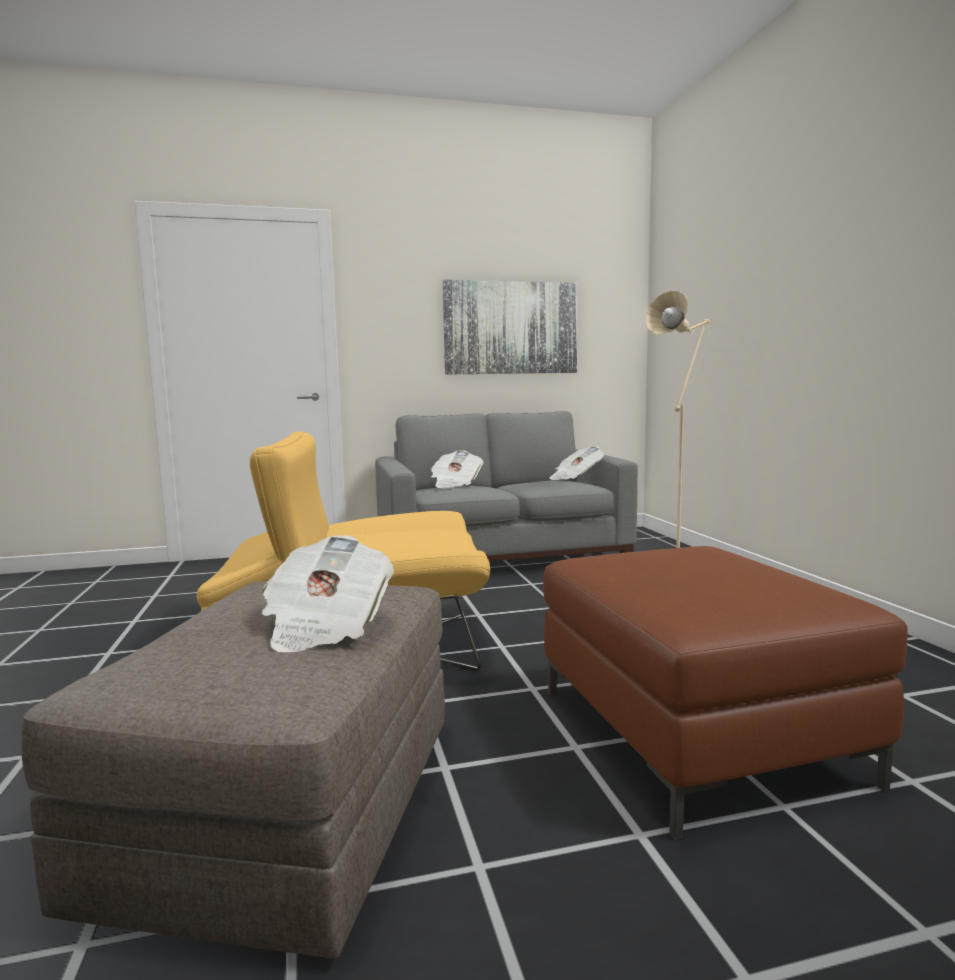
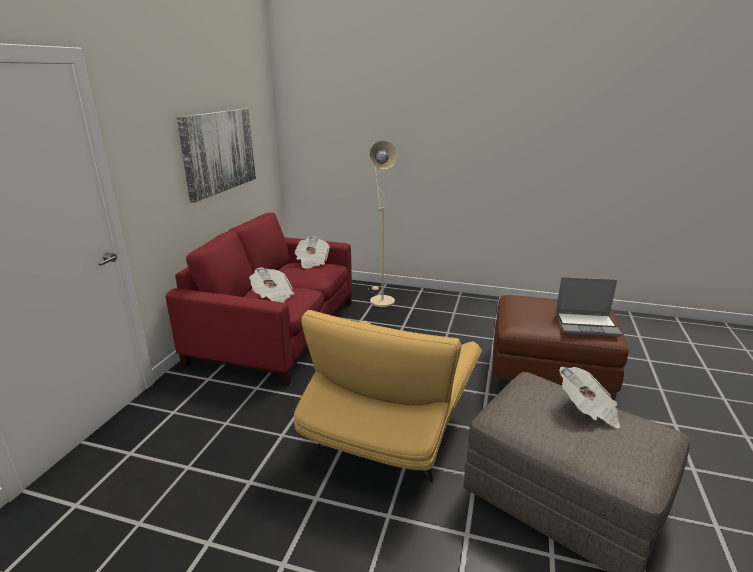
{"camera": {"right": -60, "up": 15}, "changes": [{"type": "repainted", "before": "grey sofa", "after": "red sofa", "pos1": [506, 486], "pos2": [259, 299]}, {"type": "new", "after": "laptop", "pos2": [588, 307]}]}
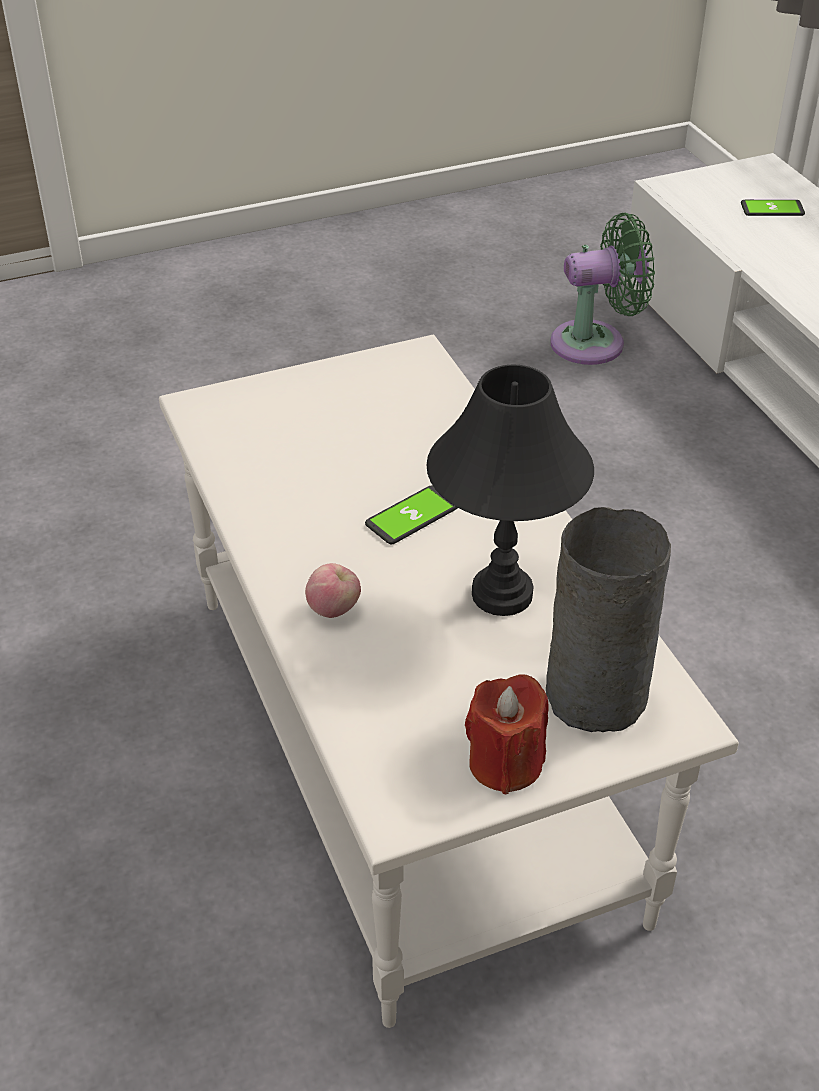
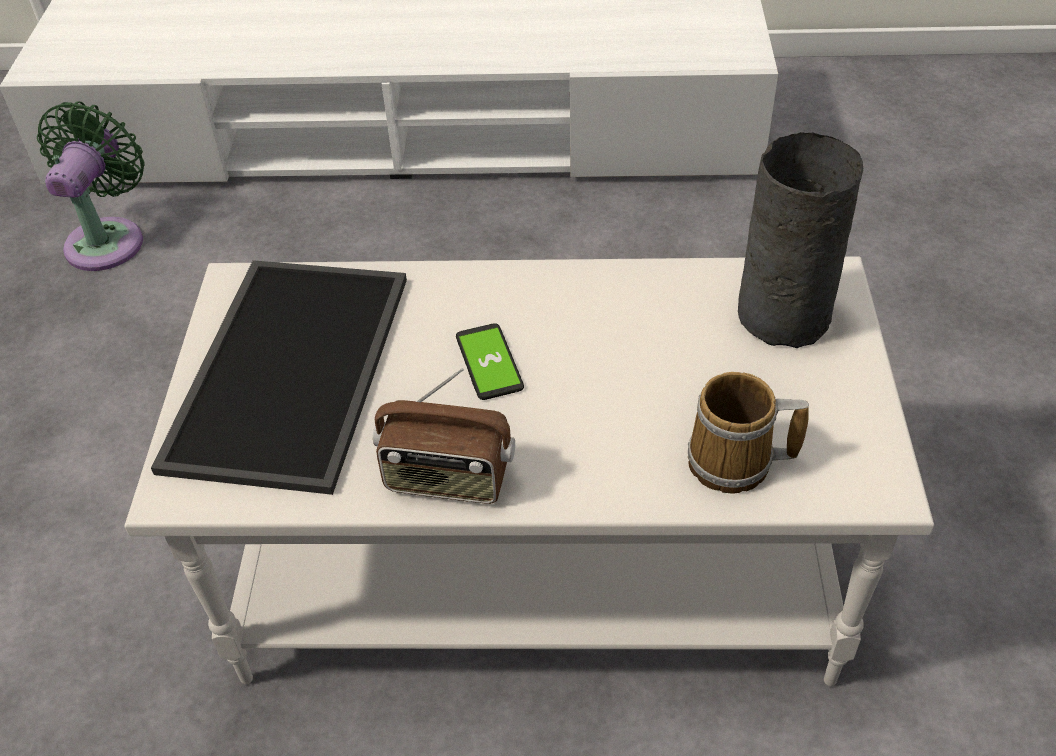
{"camera": {"right": -65, "up": 5}, "changes": [{"type": "gone", "before": "apple", "pos1": [333, 590]}, {"type": "gone", "before": "black table lamp", "pos1": [510, 490]}, {"type": "gone", "before": "red candle", "pos1": [507, 734]}, {"type": "gone", "before": "phone", "pos1": [773, 208]}, {"type": "new", "after": "tray", "pos2": [279, 377]}, {"type": "new", "after": "radio", "pos2": [444, 436]}, {"type": "new", "after": "mug", "pos2": [748, 433]}]}
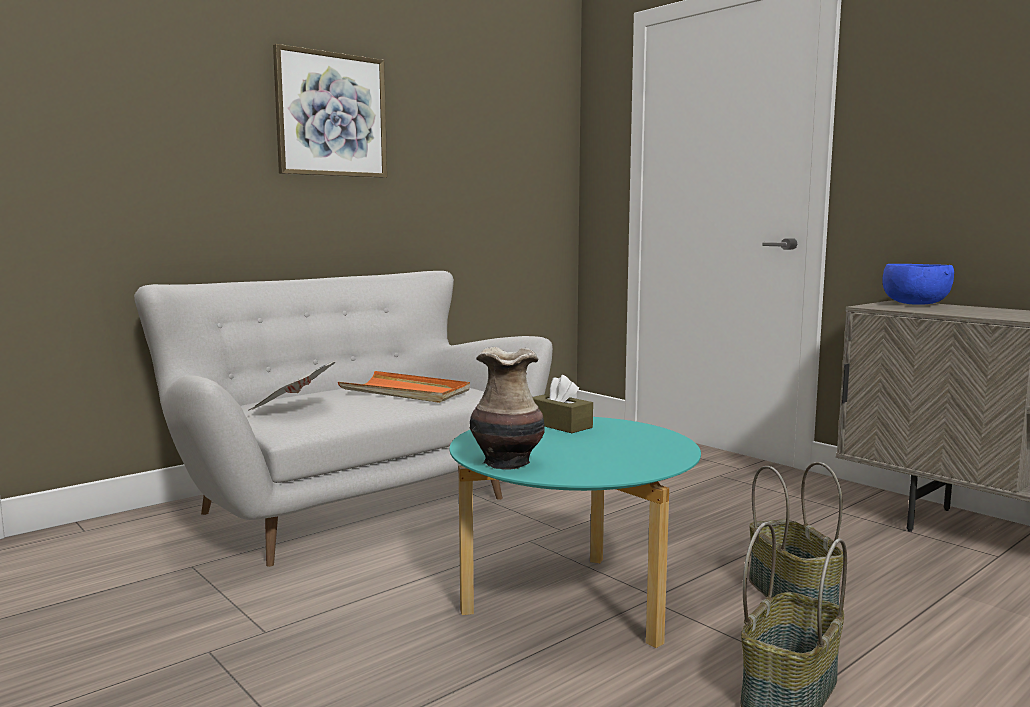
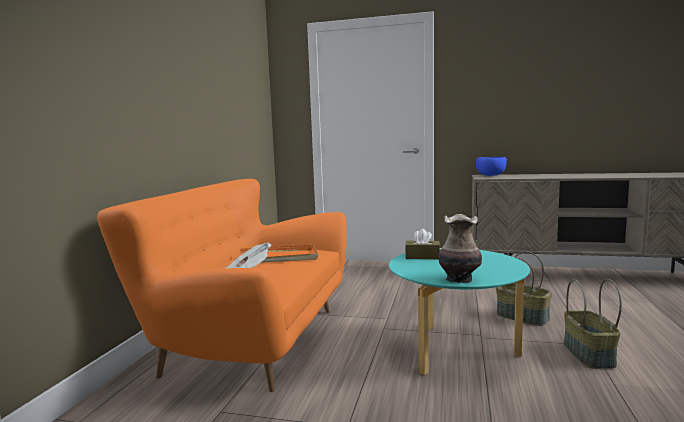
{"camera": {"right": -35, "up": 0}, "changes": [{"type": "repainted", "before": "white sofa", "after": "orange sofa", "pos1": [343, 419], "pos2": [222, 285]}, {"type": "gone", "before": "picture", "pos1": [330, 111]}]}
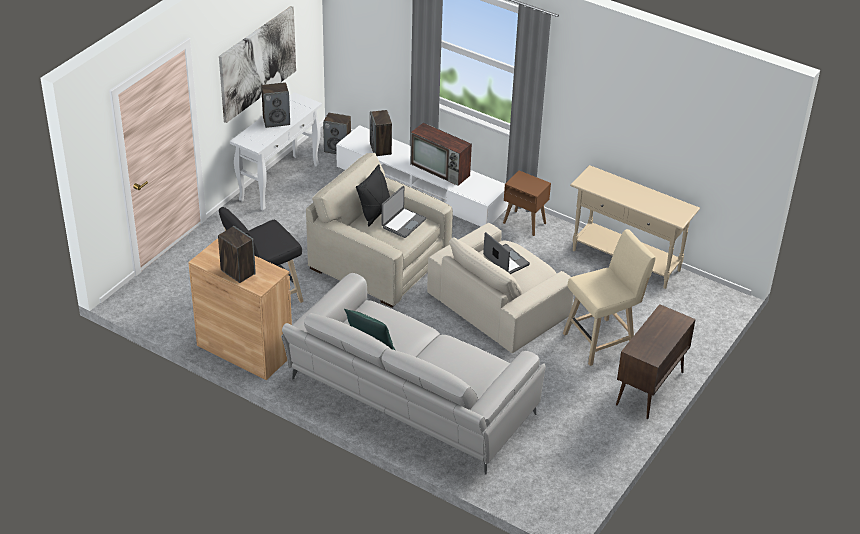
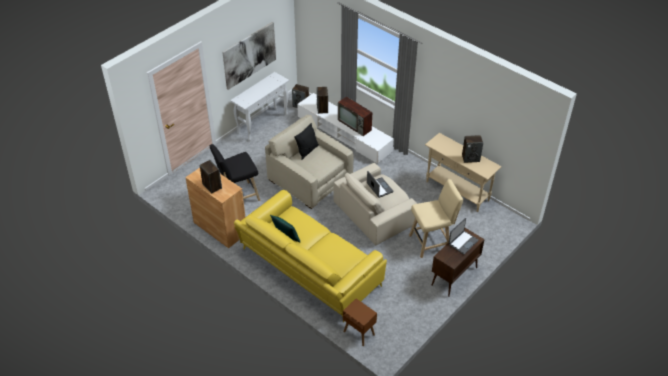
{"camera": {"right": 10, "up": 5}, "changes": [{"type": "shifted", "before": "speaker", "pos1": [275, 105], "pos2": [472, 149]}, {"type": "repainted", "before": "grey sofa", "after": "yellow sofa", "pos1": [413, 373], "pos2": [310, 256]}, {"type": "shifted", "before": "laptop", "pos1": [404, 212], "pos2": [464, 236]}, {"type": "shifted", "before": "brown side table", "pos1": [527, 203], "pos2": [360, 322]}]}
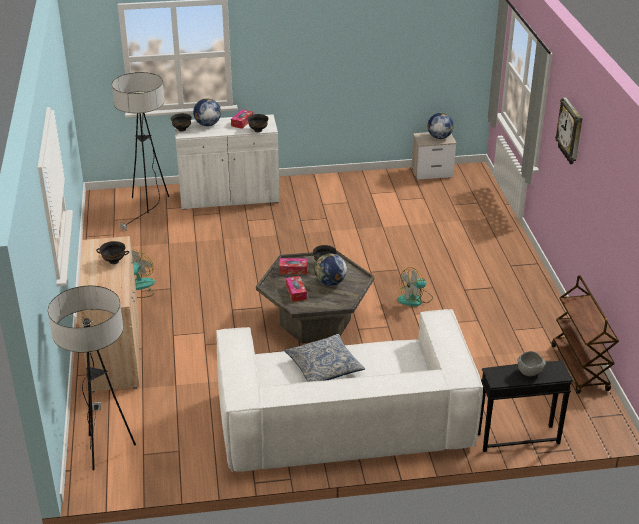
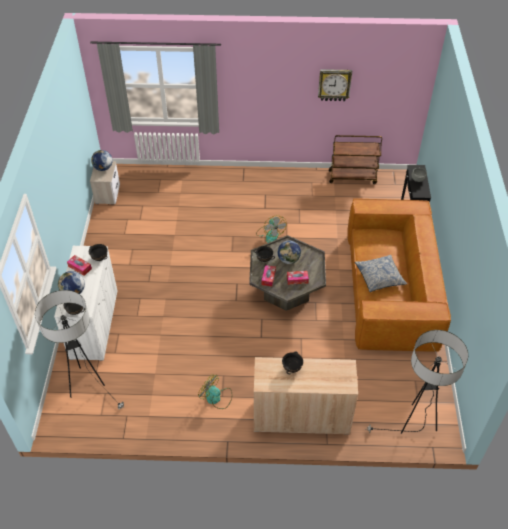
{"camera": {"right": -80, "up": 15}, "changes": [{"type": "repainted", "before": "white sofa", "after": "brown sofa", "pos1": [349, 390], "pos2": [399, 275]}, {"type": "shifted", "before": "wall clock", "pos1": [569, 130], "pos2": [335, 85]}]}
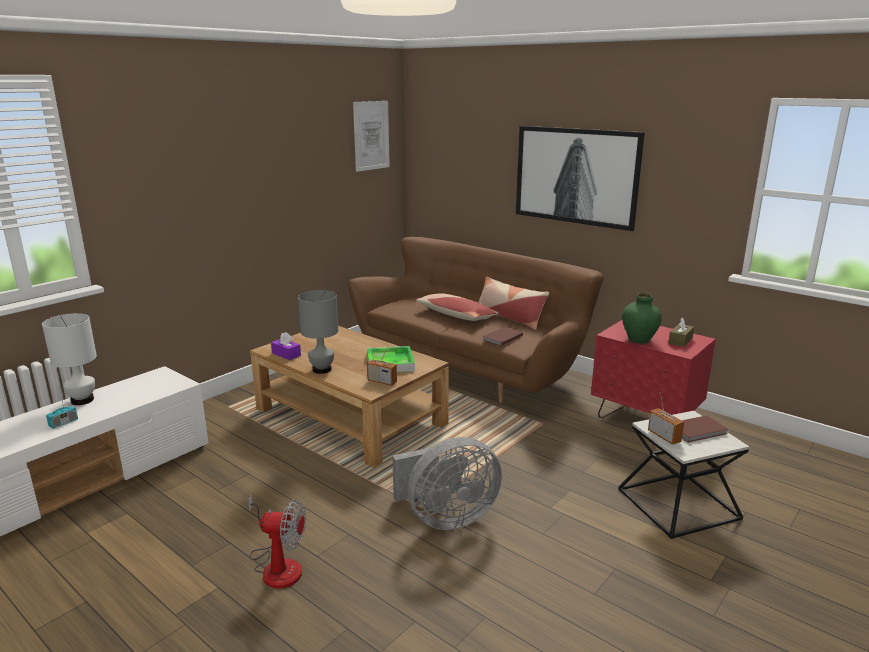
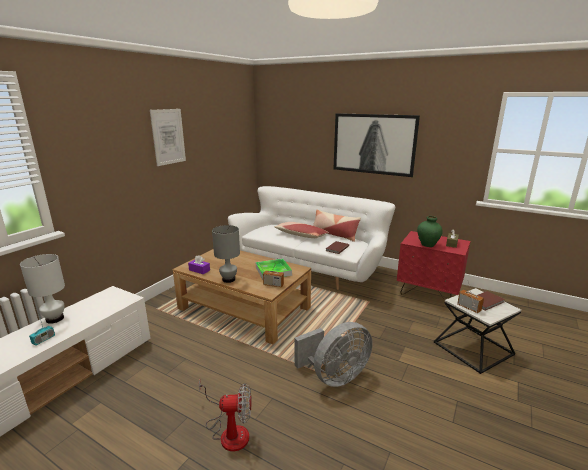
{"camera": {"right": -10, "up": 0}, "changes": [{"type": "repainted", "before": "brown sofa", "after": "white sofa", "pos1": [476, 320], "pos2": [312, 238]}, {"type": "shifted", "before": "picture", "pos1": [371, 136], "pos2": [168, 137]}]}
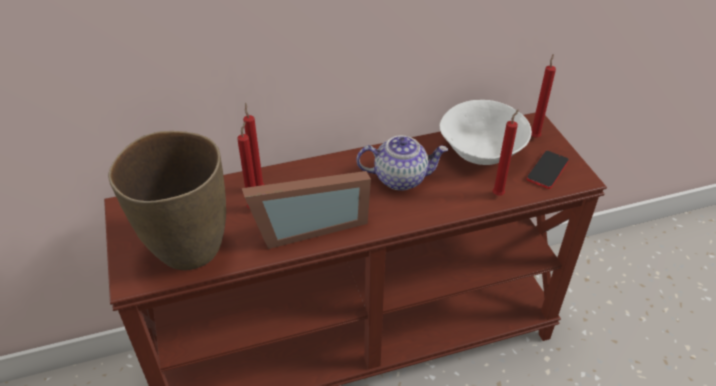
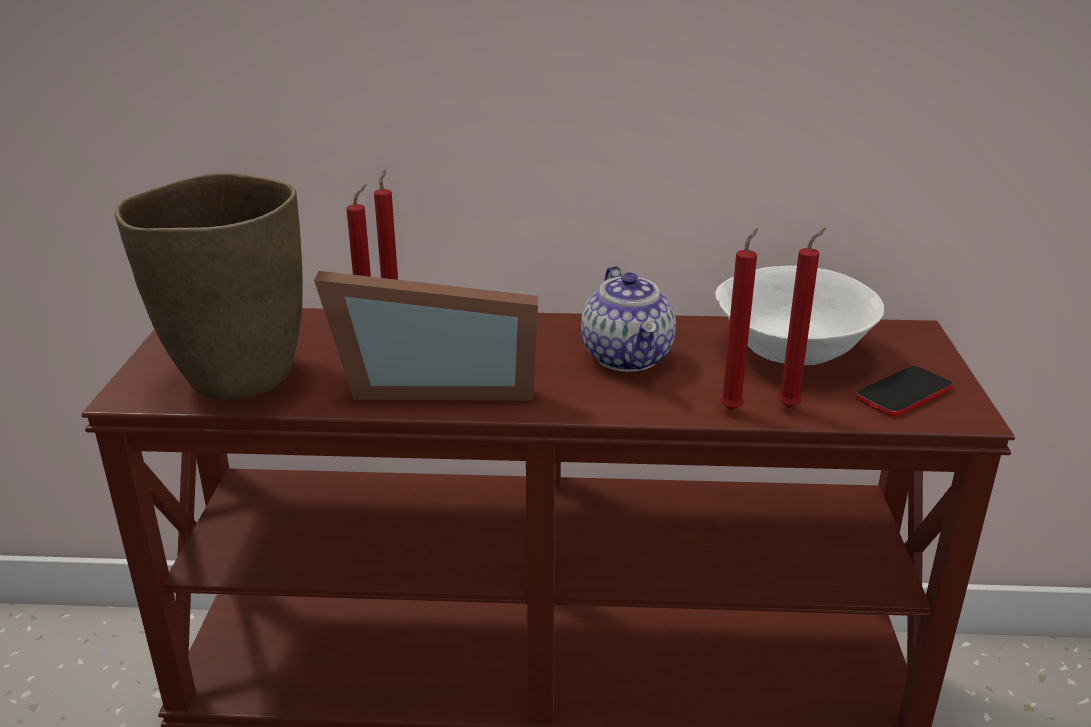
{"camera": {"right": 20, "up": -15}, "changes": [{"type": "rotated", "before": "teapot", "pos1": [402, 163], "pos2": [628, 319], "turn": 60}, {"type": "shifted", "before": "red candle", "pos1": [543, 96], "pos2": [739, 319]}]}
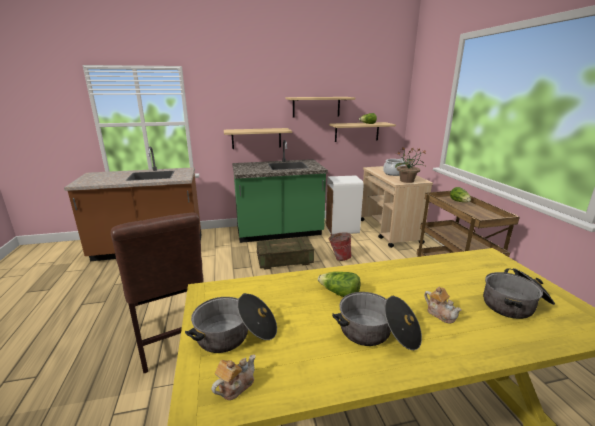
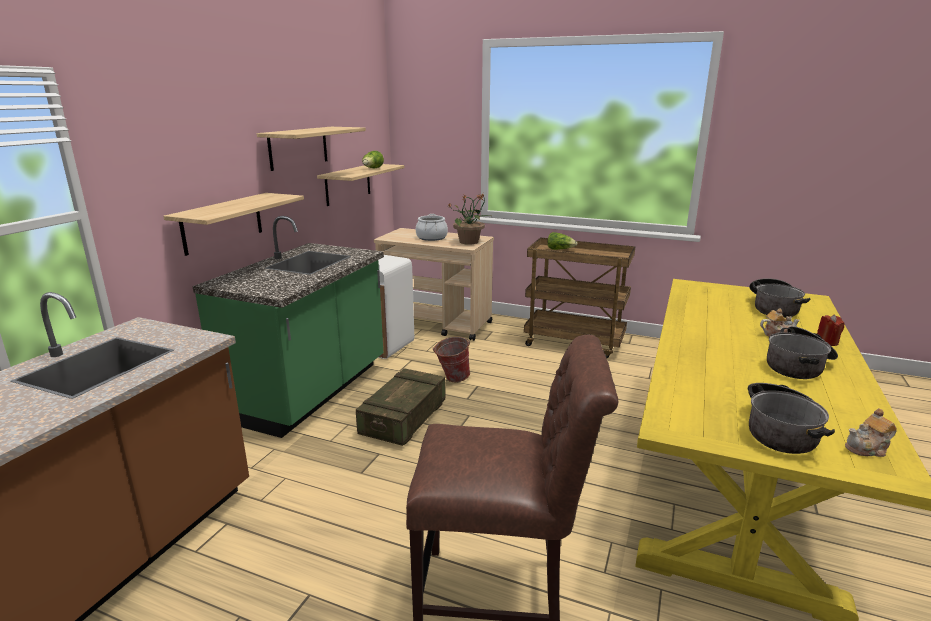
{"camera": {"right": -55, "up": 0}, "changes": [{"type": "rotated", "before": "teapot", "pos1": [233, 377], "pos2": [871, 432], "turn": -90}, {"type": "gone", "before": "lettuce", "pos1": [339, 284]}, {"type": "new", "after": "red candle", "pos2": [831, 330]}]}
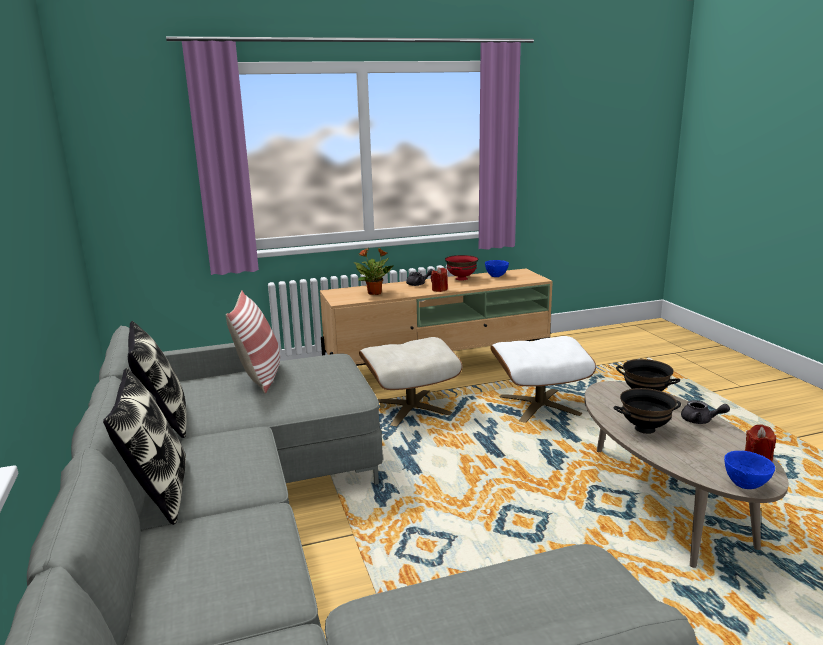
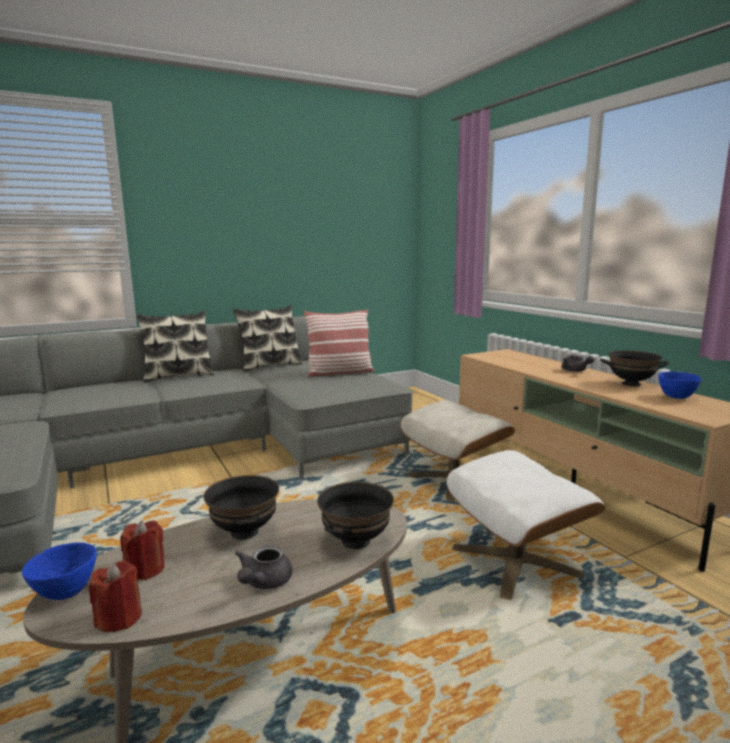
{"camera": {"right": 80, "up": -5}, "changes": [{"type": "gone", "before": "potted plant", "pos1": [373, 271]}, {"type": "shifted", "before": "red candle", "pos1": [439, 279], "pos2": [142, 550]}, {"type": "repainted", "before": "red bowl", "after": "black bowl", "pos1": [461, 268], "pos2": [634, 368]}]}
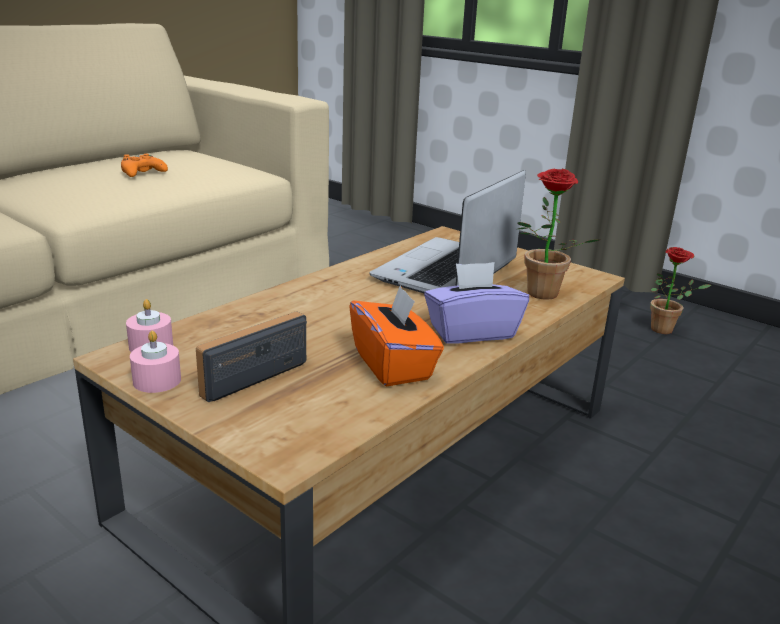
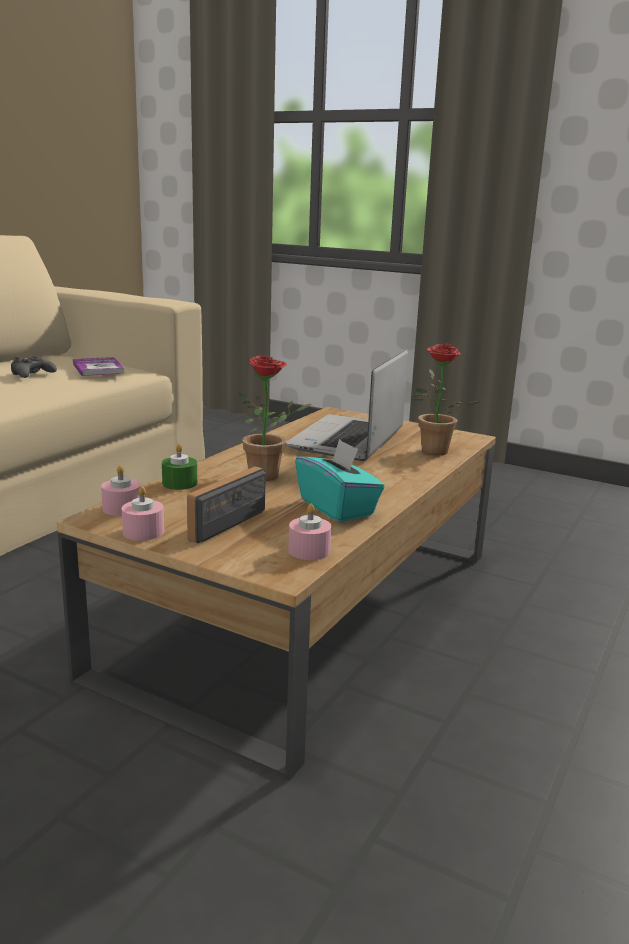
{"camera": {"right": -10, "up": -5}, "changes": [{"type": "repainted", "before": "orange game controller", "after": "black game controller", "pos1": [144, 165], "pos2": [34, 367]}, {"type": "repainted", "before": "orange tissue box", "after": "turquoise tissue box", "pos1": [396, 335], "pos2": [340, 480]}, {"type": "gone", "before": "purple tissue box", "pos1": [476, 303]}, {"type": "shifted", "before": "potted plant", "pos1": [680, 290], "pos2": [275, 418]}, {"type": "new", "after": "book", "pos2": [99, 366]}, {"type": "new", "after": "green candle", "pos2": [179, 467]}, {"type": "new", "after": "pink candle", "pos2": [310, 532]}]}
